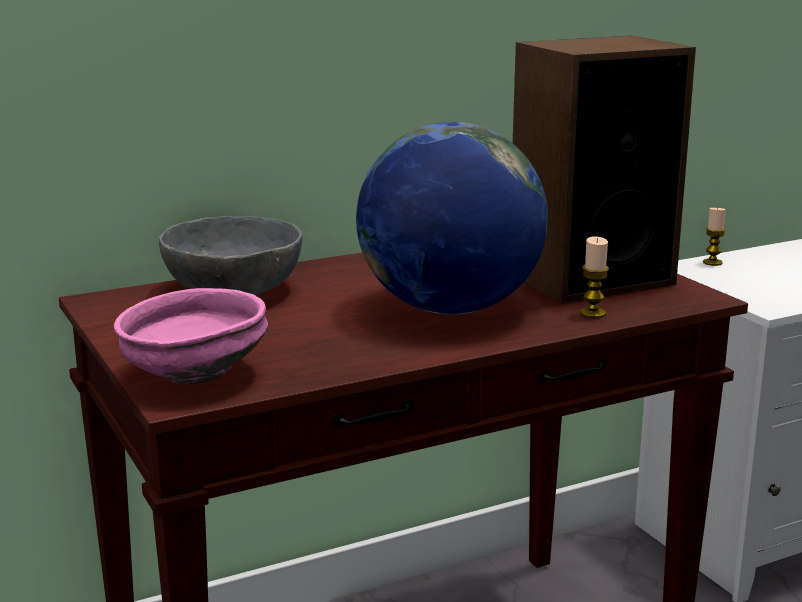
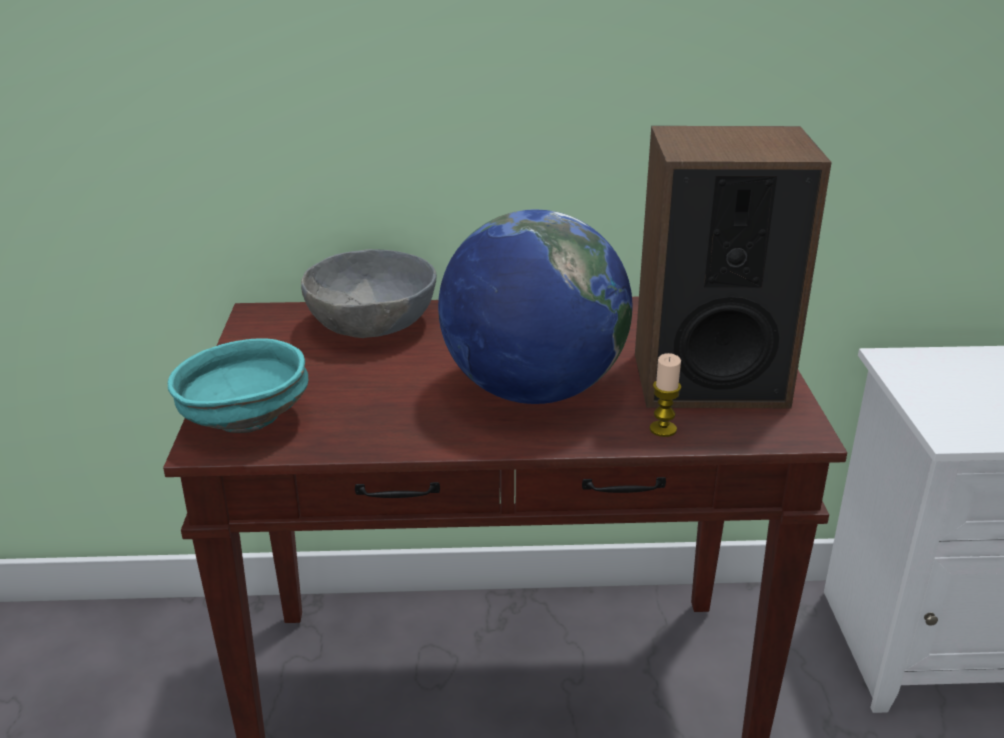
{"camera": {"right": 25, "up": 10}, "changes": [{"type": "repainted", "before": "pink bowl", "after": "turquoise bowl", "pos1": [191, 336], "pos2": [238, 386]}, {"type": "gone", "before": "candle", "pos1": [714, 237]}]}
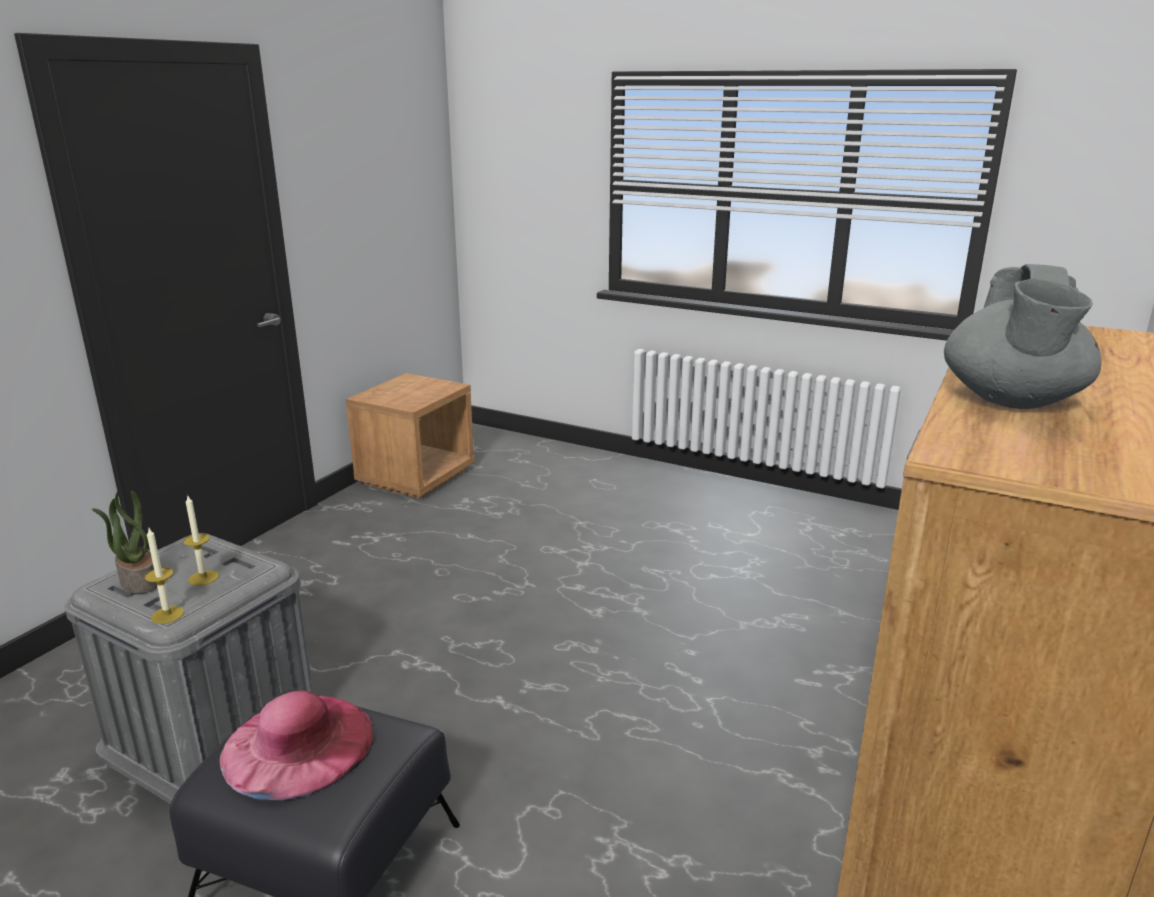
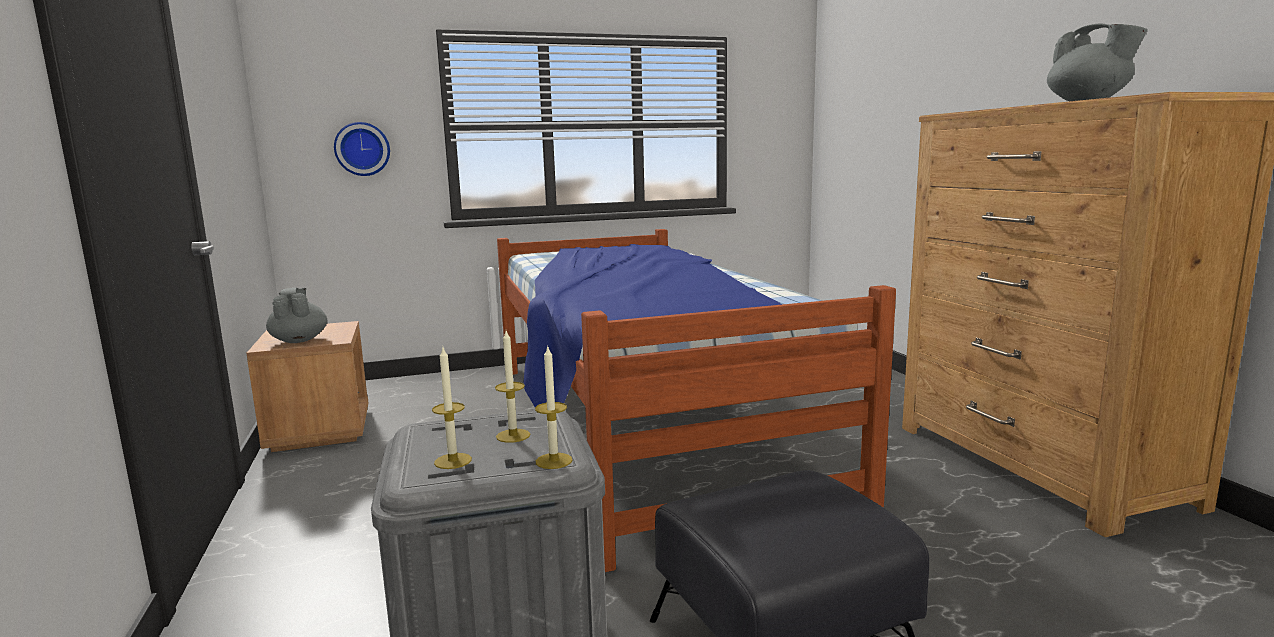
{"camera": {"right": -45, "up": -10}, "changes": [{"type": "swapped", "before": "potted plant", "after": "candle", "pos1": [124, 542], "pos2": [452, 408]}, {"type": "gone", "before": "pink hat", "pos1": [297, 745]}, {"type": "new", "after": "grey teapot", "pos2": [296, 315]}, {"type": "new", "after": "wall clock", "pos2": [362, 149]}, {"type": "new", "after": "bed", "pos2": [696, 400]}]}
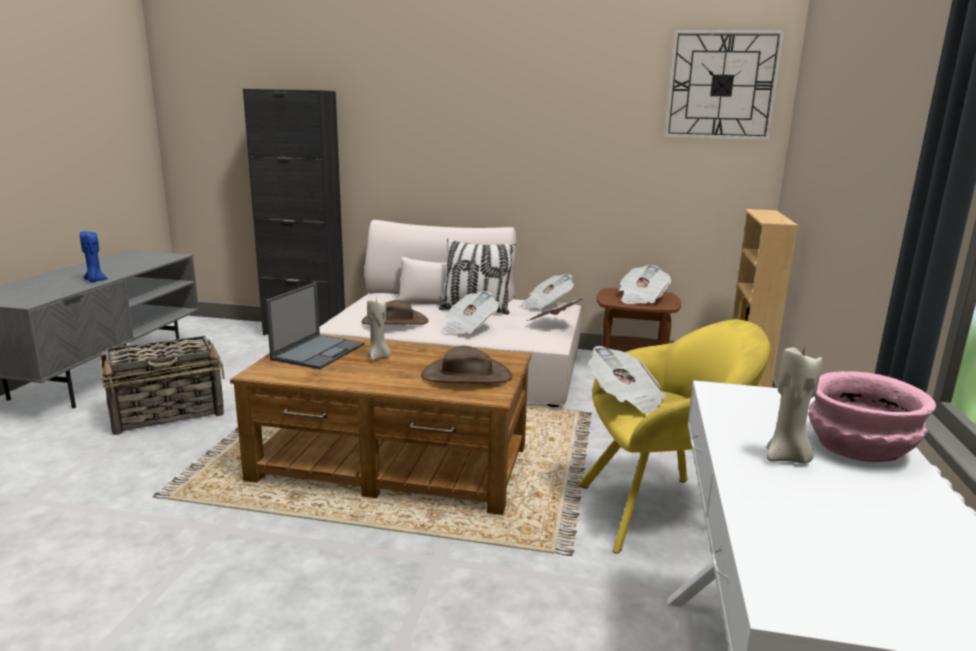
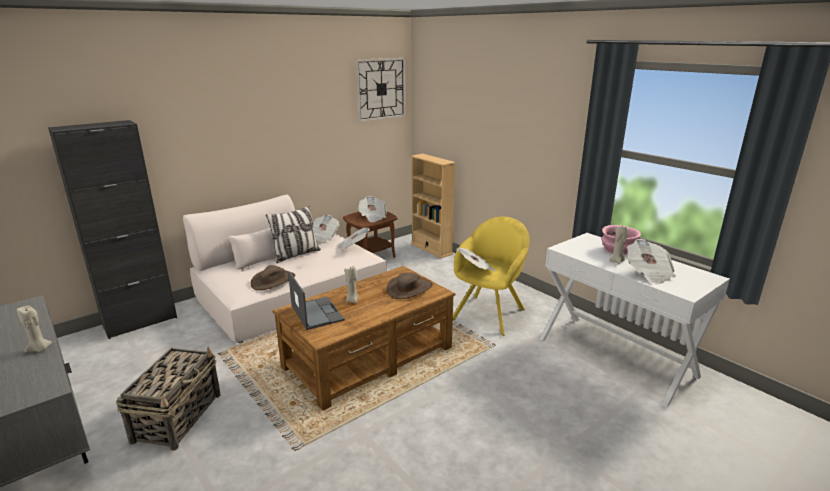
{"camera": {"right": -50, "up": 5}, "changes": [{"type": "repainted", "before": "blue candle", "after": "beige candle", "pos1": [94, 256], "pos2": [34, 329]}, {"type": "shifted", "before": "newspaper", "pos1": [470, 312], "pos2": [651, 262]}]}
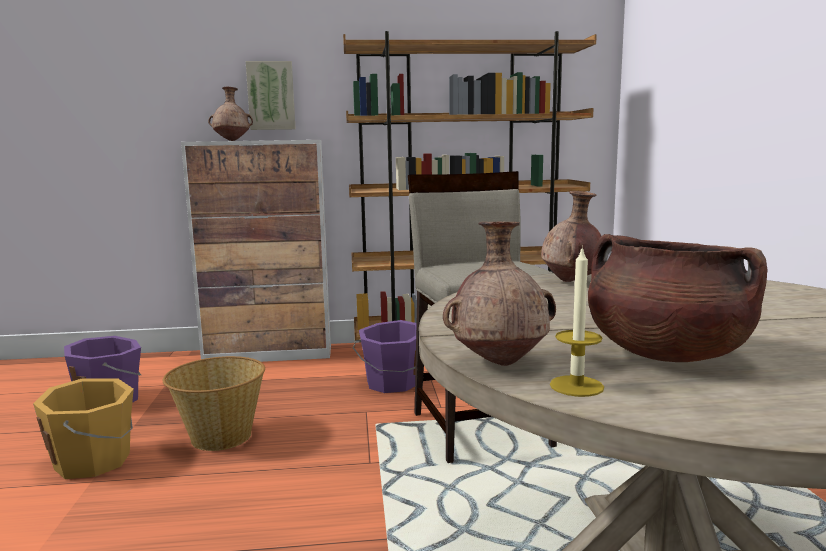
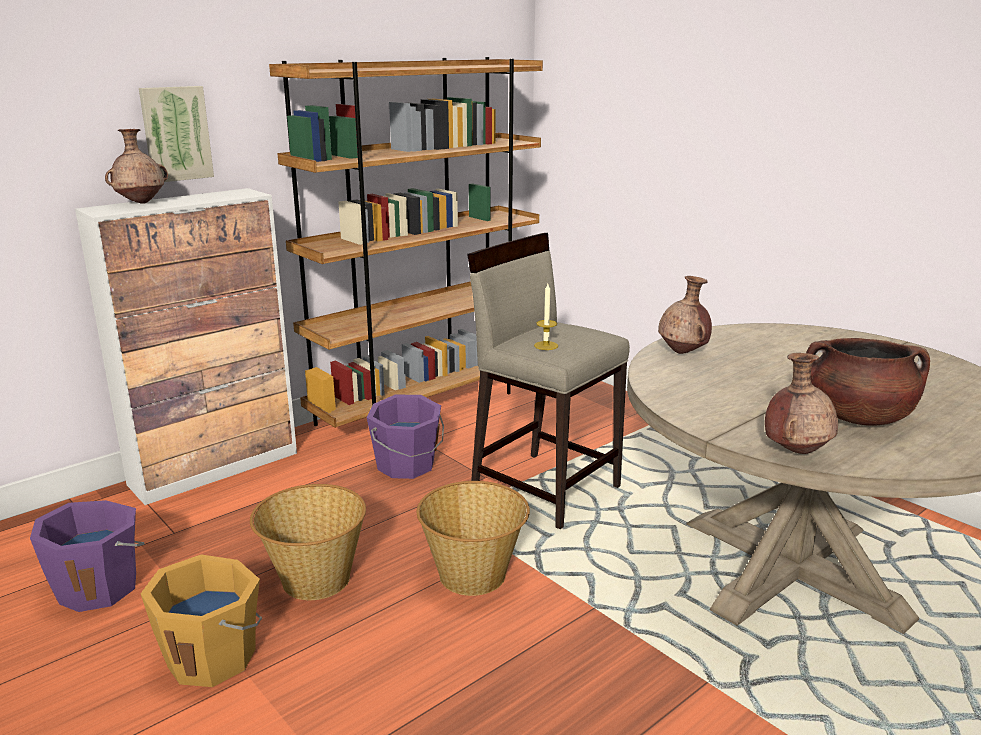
{"camera": {"right": -35, "up": 10}, "changes": [{"type": "shifted", "before": "candle", "pos1": [577, 321], "pos2": [546, 317]}, {"type": "new", "after": "basket", "pos2": [473, 538]}]}
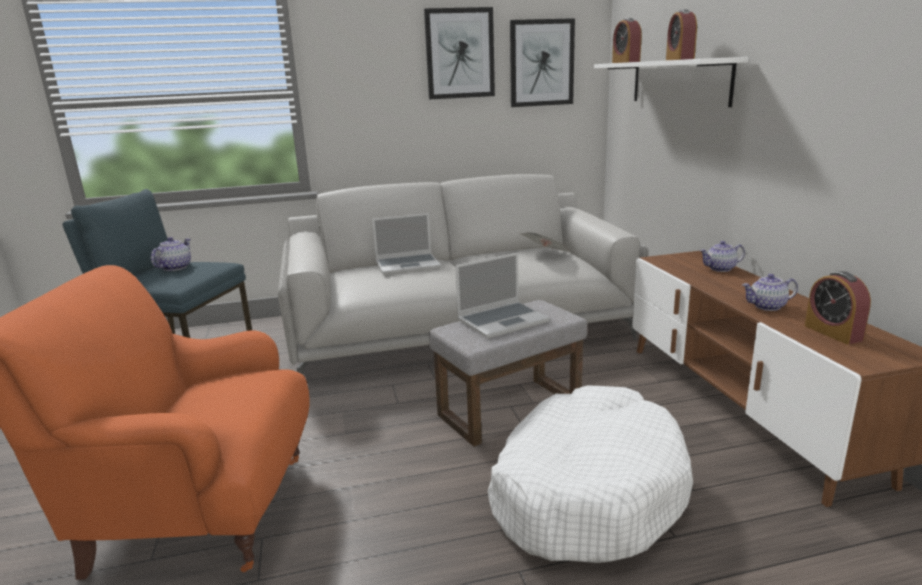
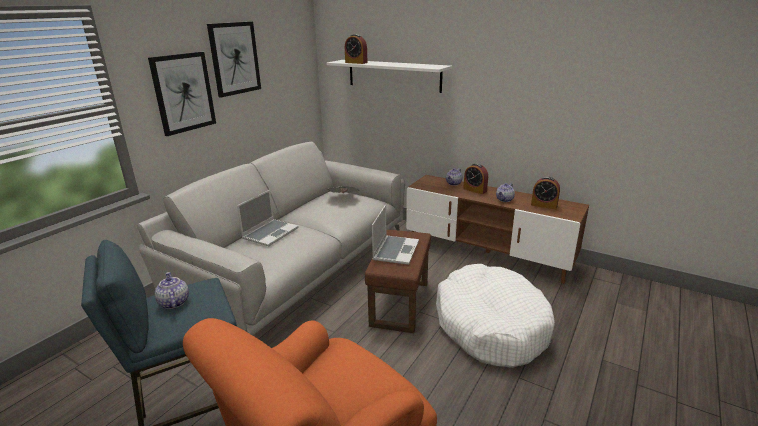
{"camera": {"right": -45, "up": 5}, "changes": [{"type": "repainted", "before": "grey ottoman", "after": "brown ottoman", "pos1": [508, 373], "pos2": [398, 281]}, {"type": "shifted", "before": "picture", "pos1": [542, 62], "pos2": [182, 94]}, {"type": "shifted", "before": "alarm clock", "pos1": [681, 34], "pos2": [475, 178]}]}
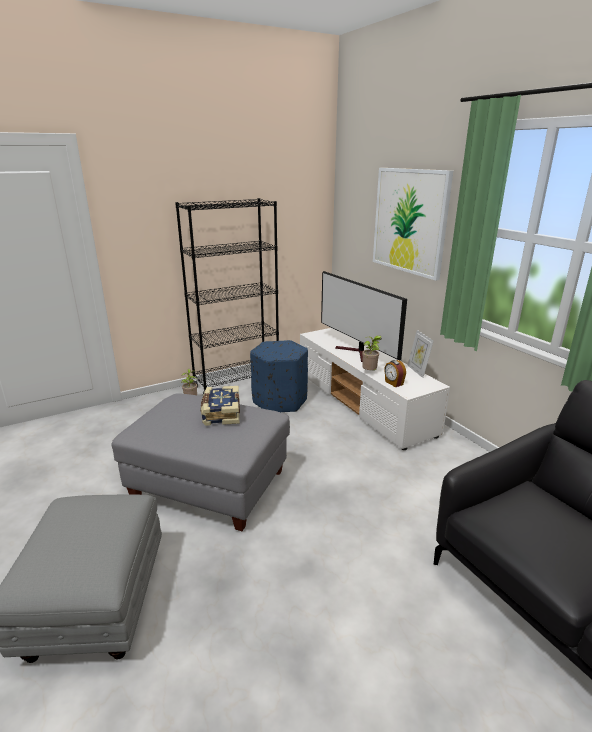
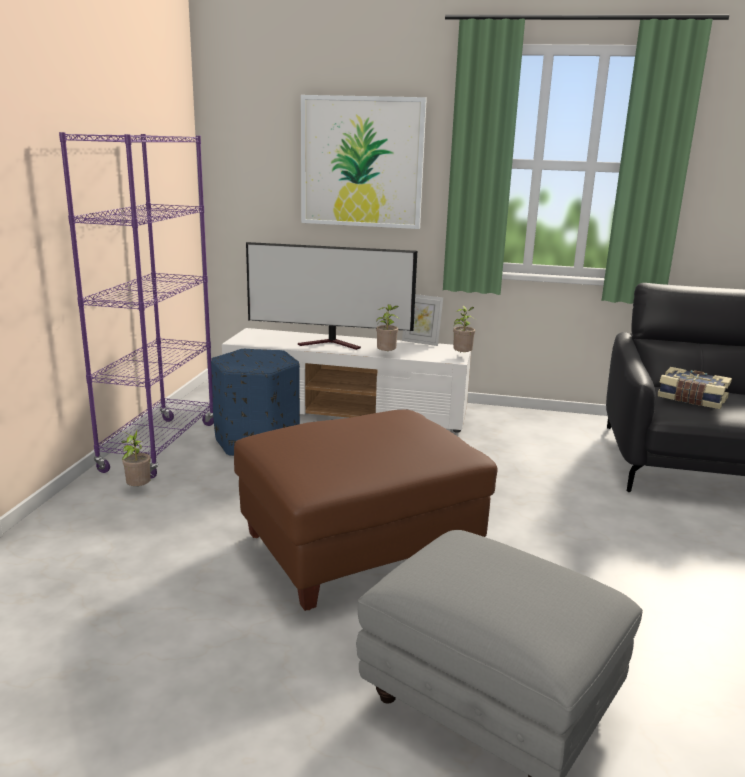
{"camera": {"right": -50, "up": -5}, "changes": [{"type": "repainted", "before": "grey ottoman", "after": "brown ottoman", "pos1": [200, 462], "pos2": [365, 510]}, {"type": "repainted", "before": "black bookcase", "after": "purple bookcase", "pos1": [227, 296], "pos2": [136, 305]}, {"type": "shifted", "before": "book", "pos1": [220, 406], "pos2": [695, 388]}, {"type": "gone", "before": "alarm clock", "pos1": [395, 373]}, {"type": "new", "after": "potted plant", "pos2": [464, 329]}]}
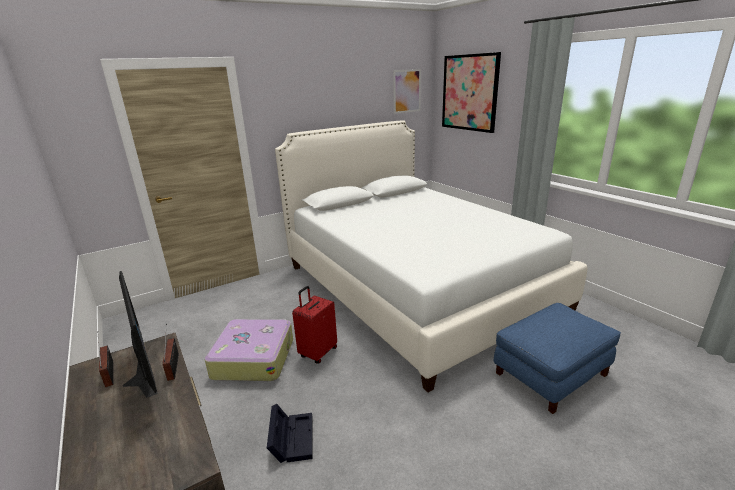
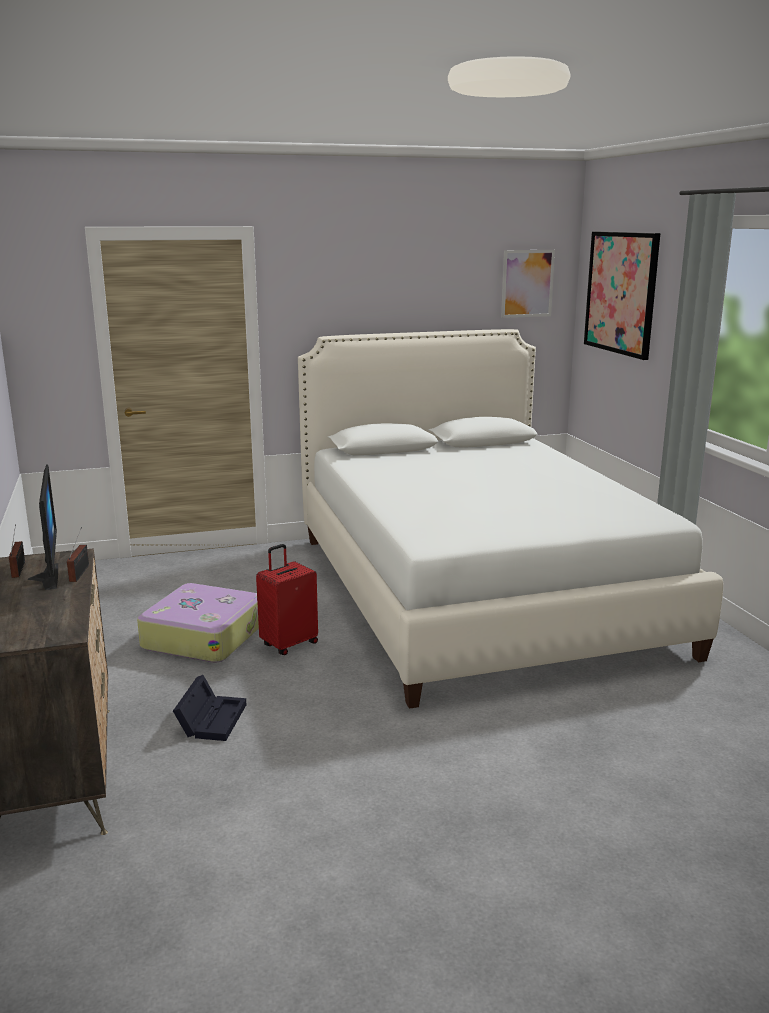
{"camera": {"right": 15, "up": -5}, "changes": [{"type": "gone", "before": "blue ottoman", "pos1": [557, 358]}]}
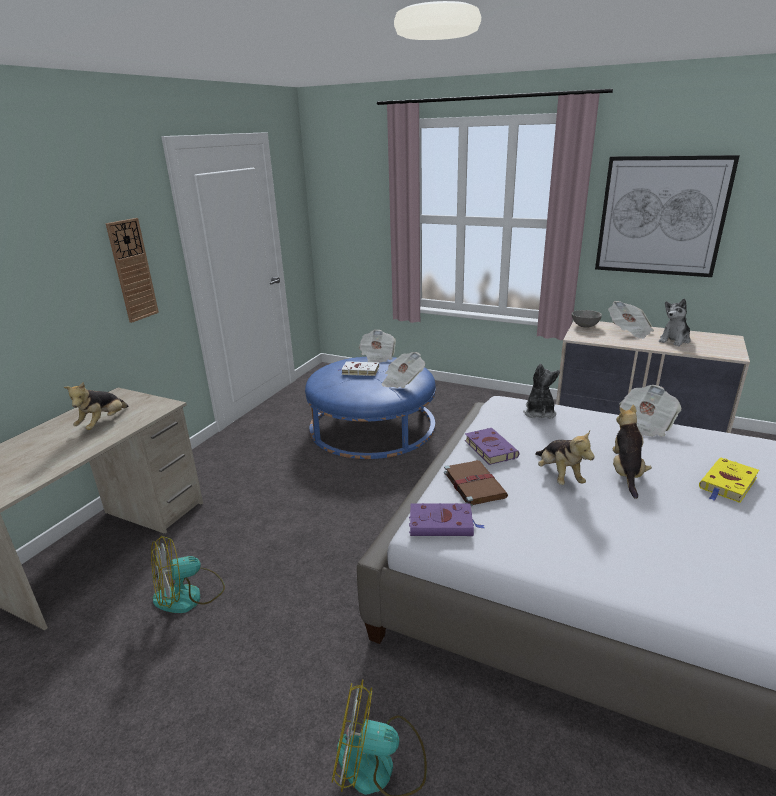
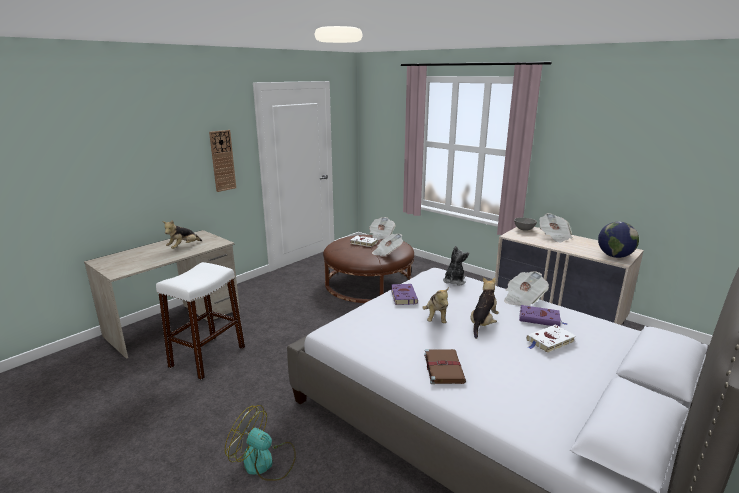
{"camera": {"right": 15, "up": -5}, "changes": [{"type": "swapped", "before": "fan", "after": "white stool", "pos1": [188, 574], "pos2": [200, 321]}, {"type": "repainted", "before": "blue ottoman", "after": "brown ottoman", "pos1": [370, 408], "pos2": [368, 269]}, {"type": "shifted", "before": "purple book", "pos1": [446, 519], "pos2": [543, 316]}, {"type": "shifted", "before": "brown book", "pos1": [476, 483], "pos2": [445, 366]}, {"type": "gone", "before": "picture", "pos1": [667, 216]}, {"type": "gone", "before": "plush toy", "pos1": [675, 322]}, {"type": "repainted", "before": "yellow book", "after": "white book", "pos1": [729, 480], "pos2": [551, 339]}, {"type": "new", "after": "globe", "pos2": [618, 239]}]}
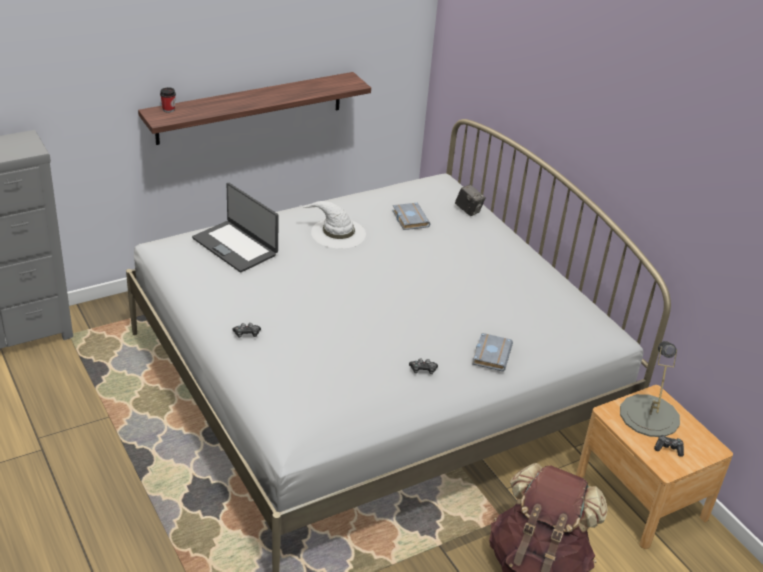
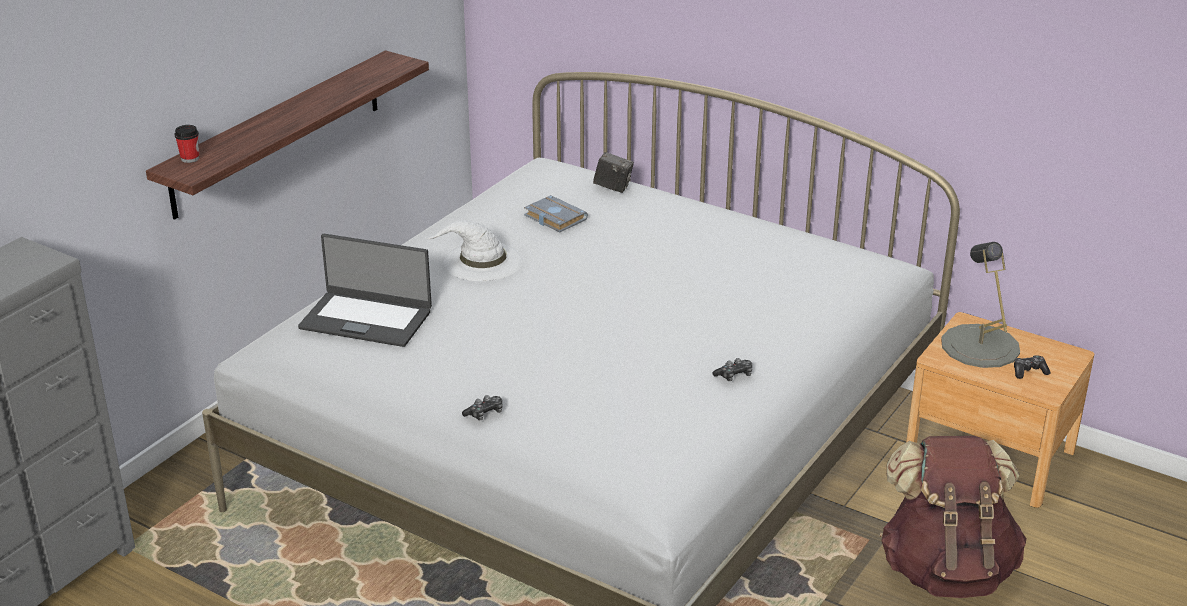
{"camera": {"right": -25, "up": -5}, "changes": [{"type": "gone", "before": "grey book", "pos1": [492, 352]}]}
